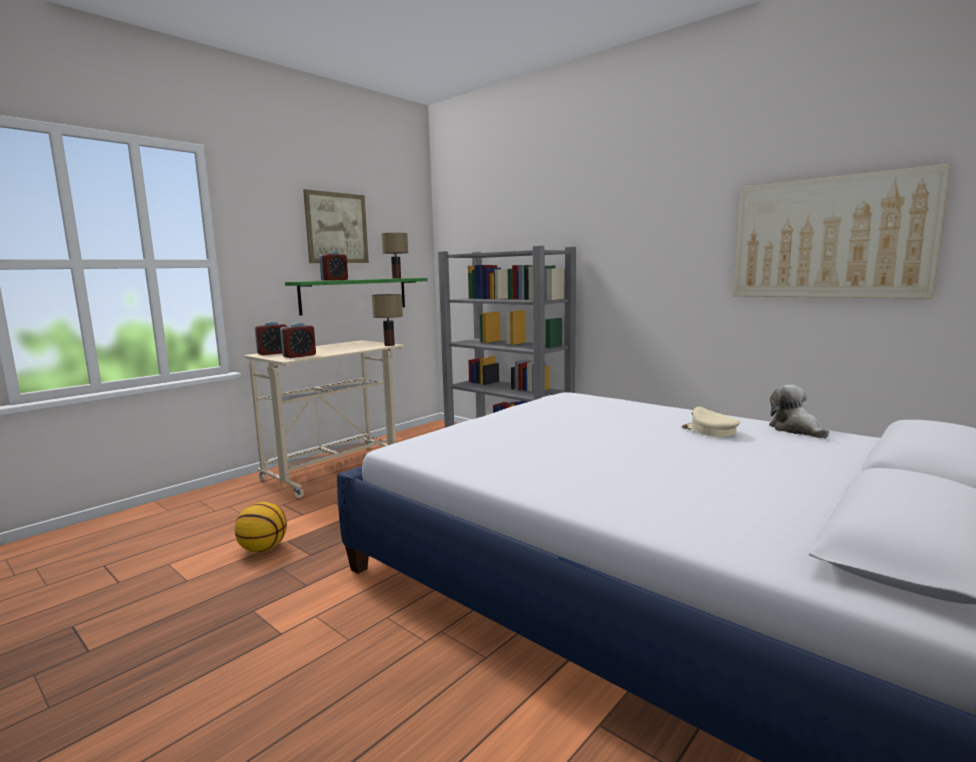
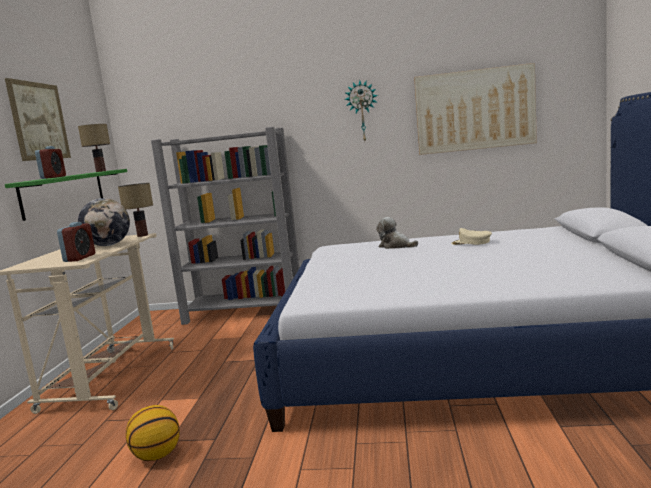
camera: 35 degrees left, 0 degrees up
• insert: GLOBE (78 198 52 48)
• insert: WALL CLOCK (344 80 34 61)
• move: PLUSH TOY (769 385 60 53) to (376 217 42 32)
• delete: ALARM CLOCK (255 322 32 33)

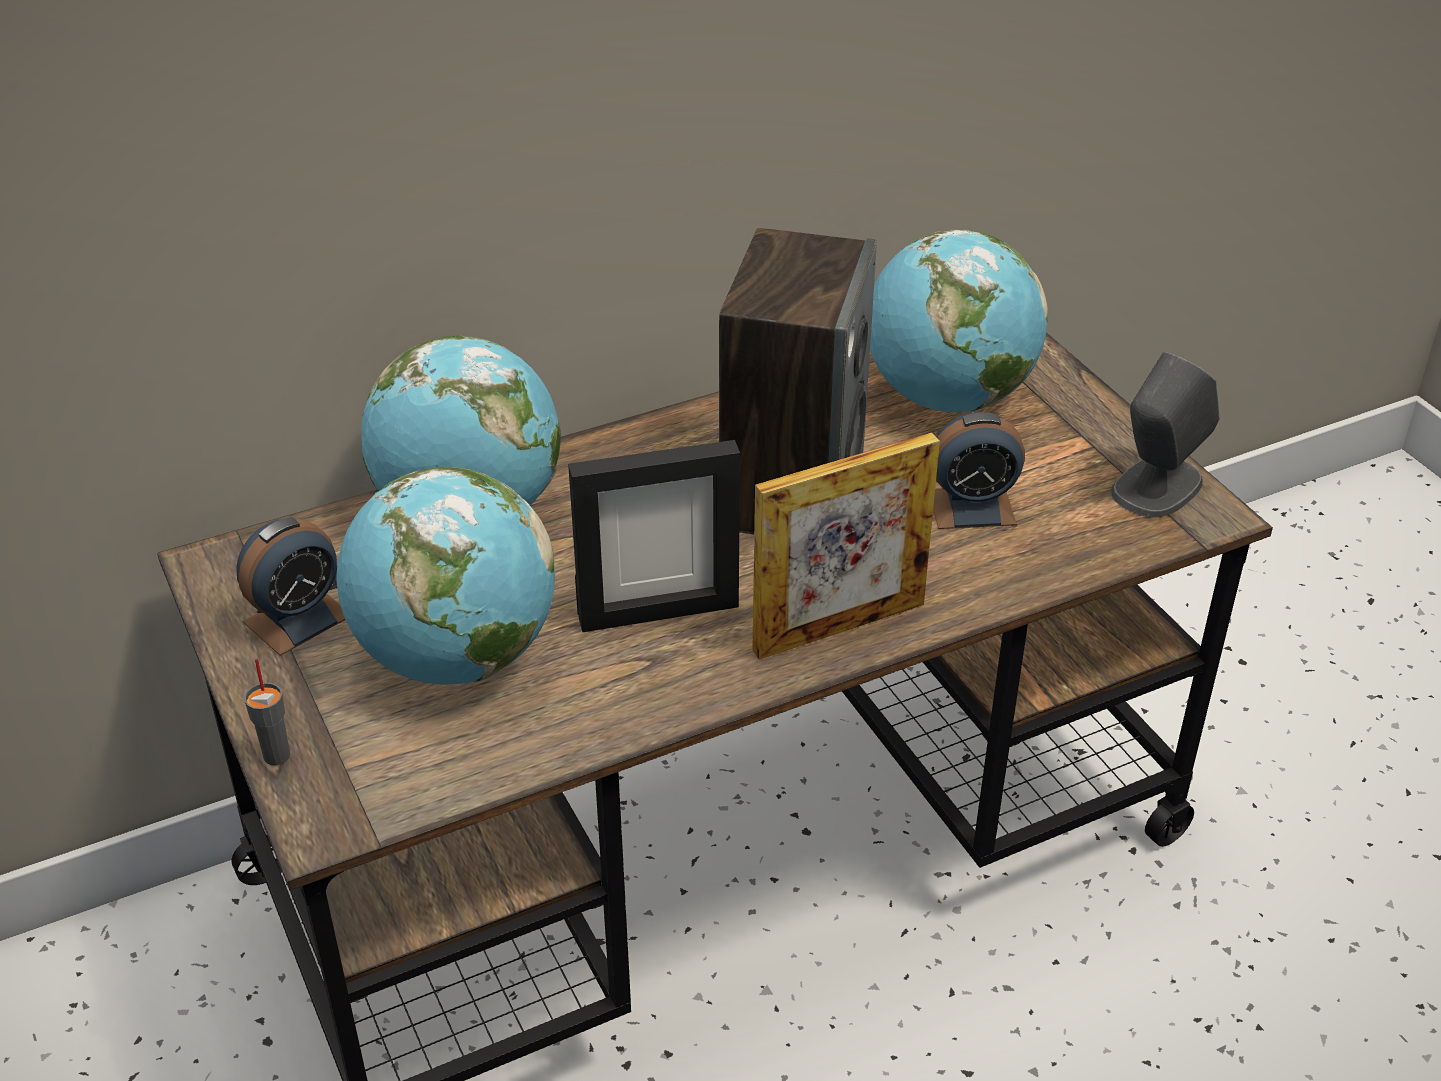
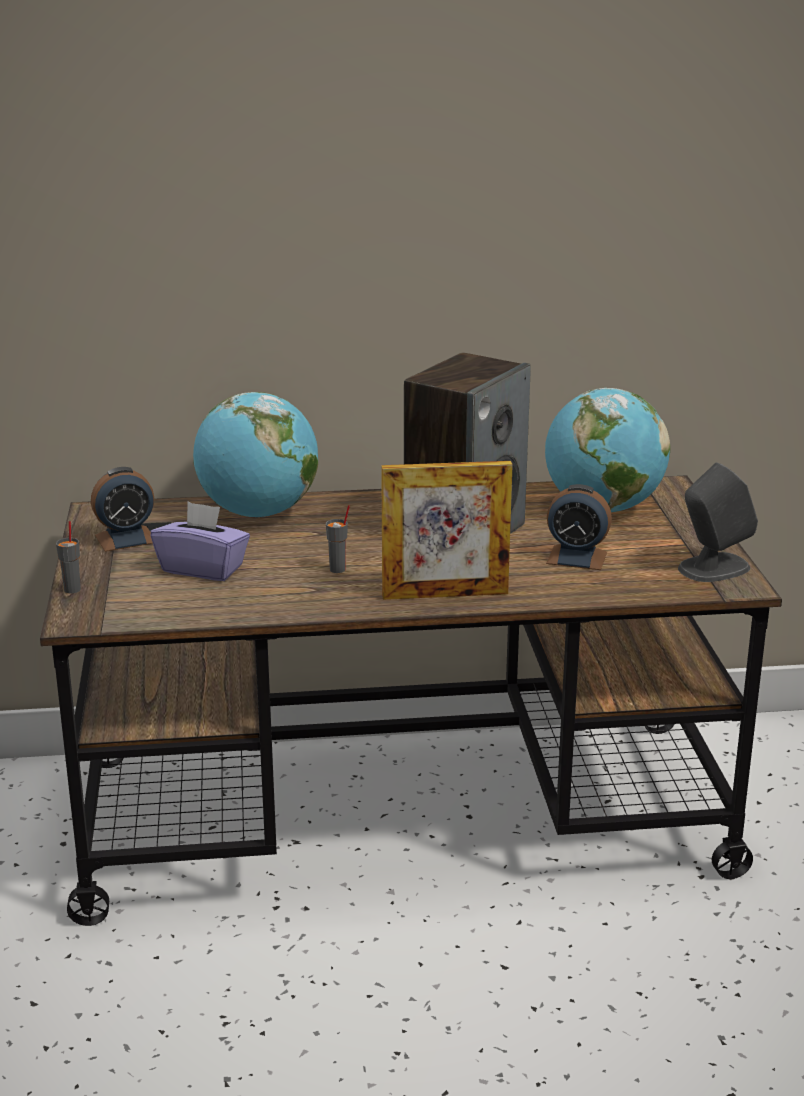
camera: 20 degrees right, 15 degrees down
• replace: GLOBE (336 467 219 218) to PURPLE TISSUE BOX (151 502 99 79)
• replace: PICTURE FRAME (568 440 172 192) to GREY CUP (326 505 24 68)

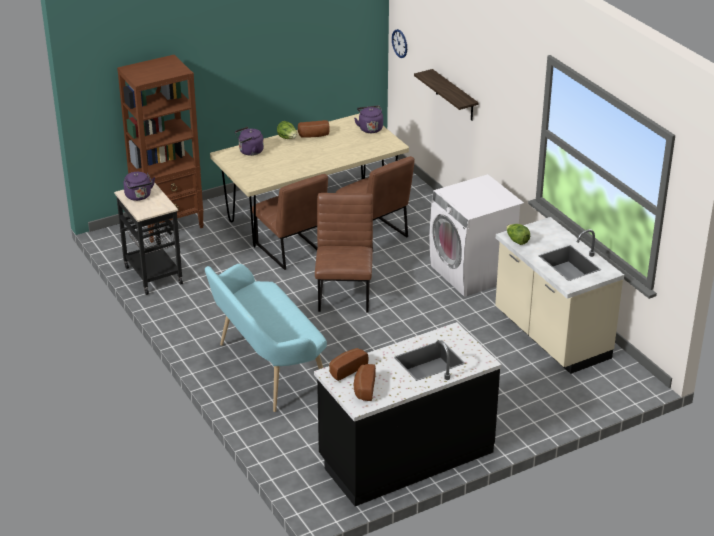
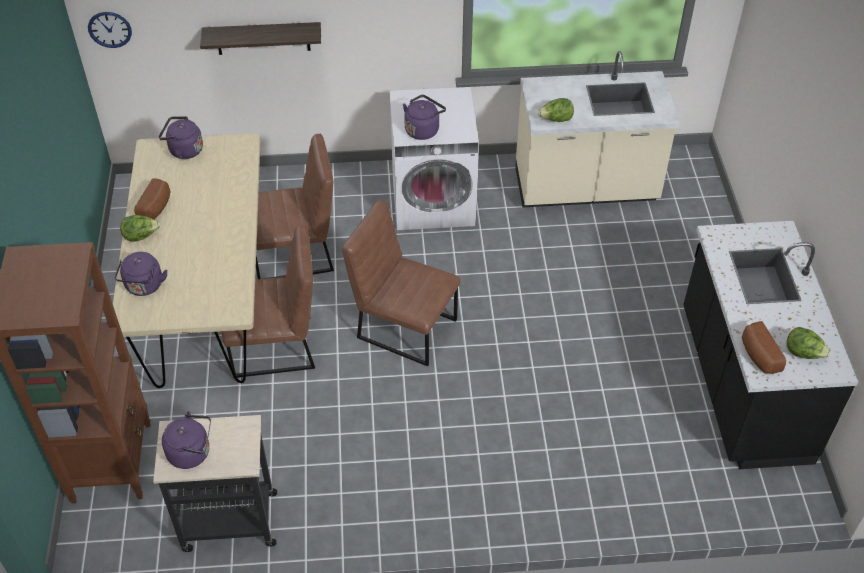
camera: 65 degrees left, 15 degrees up
• insert: PURPLE KETTLE (403 95 43 45)
• replace: BREAD (353 364 23 37) to LETTUCE (786 327 45 32)
• delete: TURQUOISE BENCH (205 264 122 148)

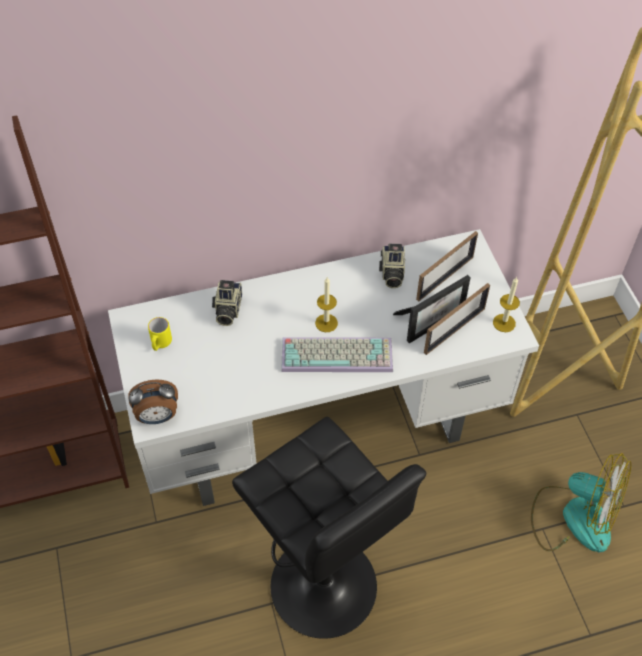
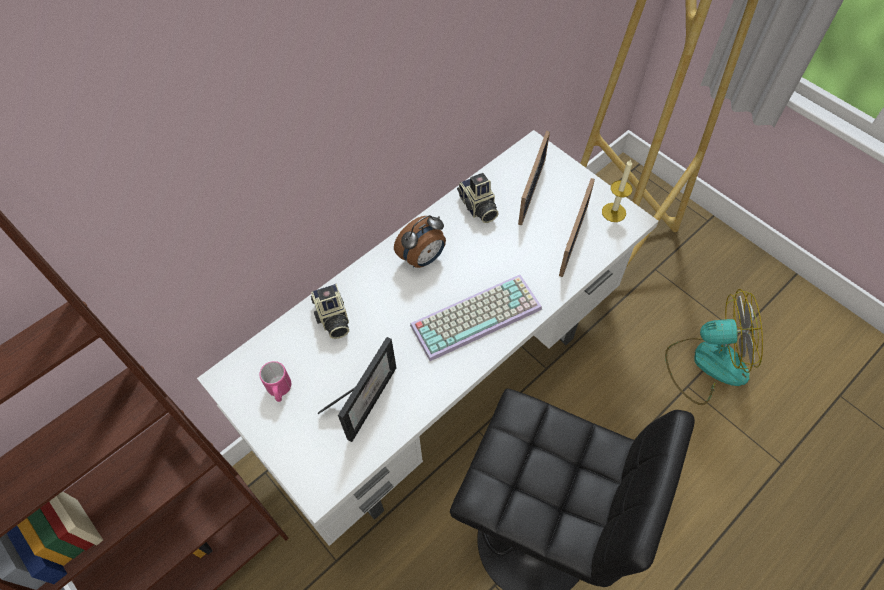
camera: 25 degrees left, 5 degrees up
• recolor: YELLOW MUG (148 317 24 34) to PINK MUG (259 361 32 41)
• move: PICTURE FRAME (393 275 78 69) to (318 337 78 105)
• move: ALARM CLOCK (128 380 50 44) to (394 215 52 53)
• delete: CANDLE (315 277 23 55)

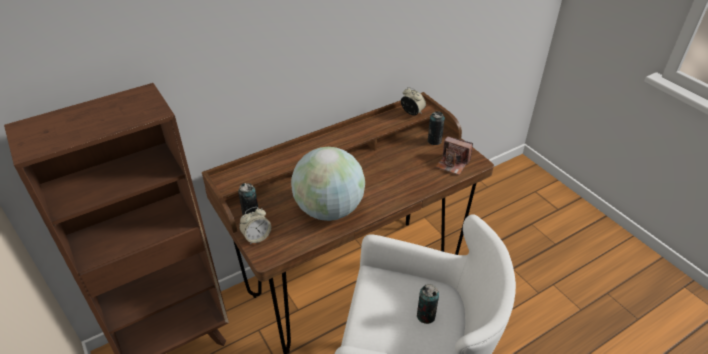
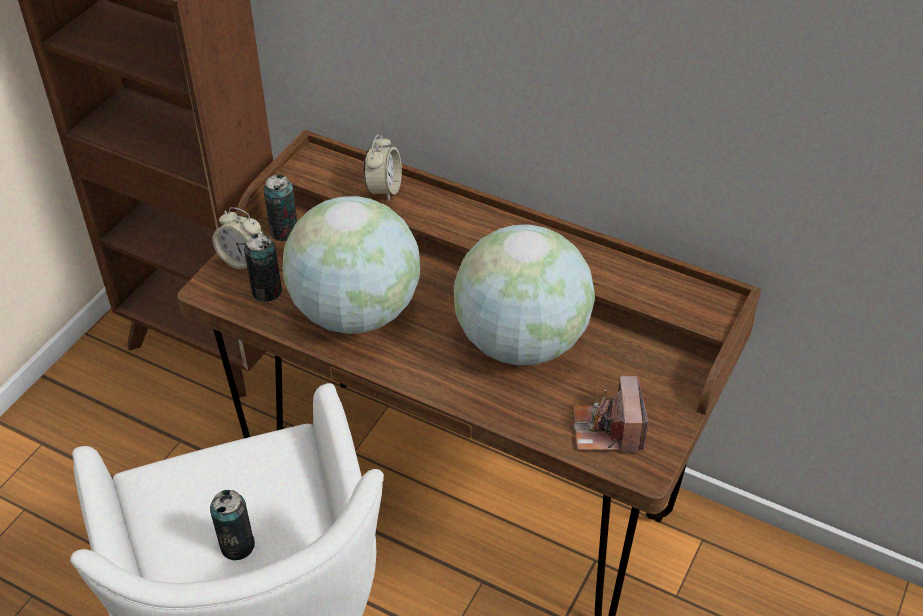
camera: 60 degrees right, 5 degrees up
• move: CAN (428 111 17 34) to (244 233 38 69)
• move: ALARM CLOCK (401 87 25 29) to (364 134 38 67)
• insert: GLOBE (454 225 141 140)

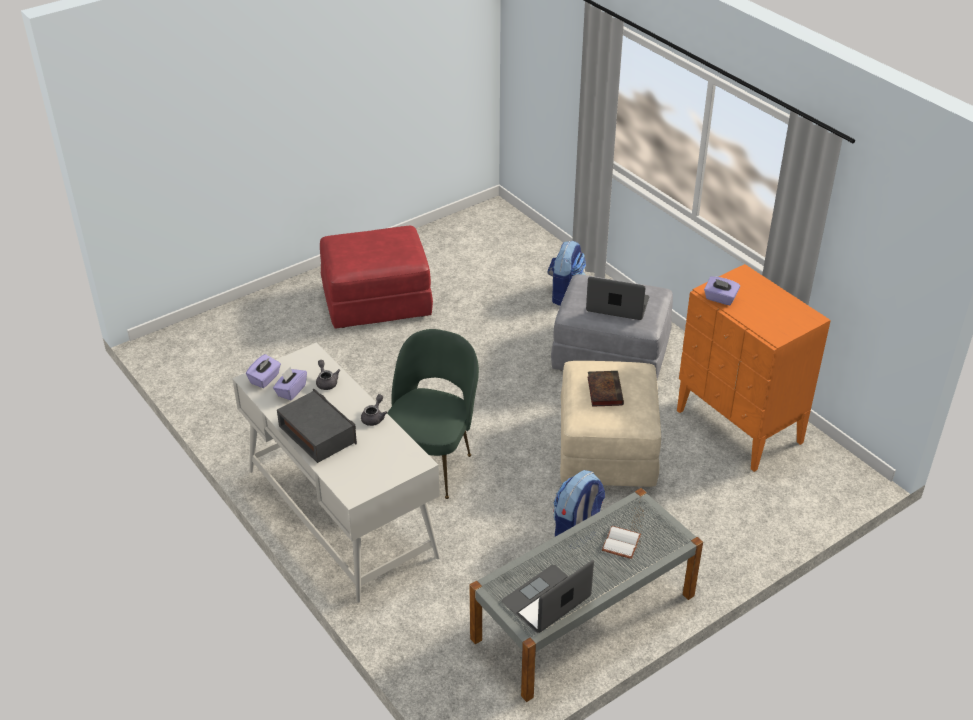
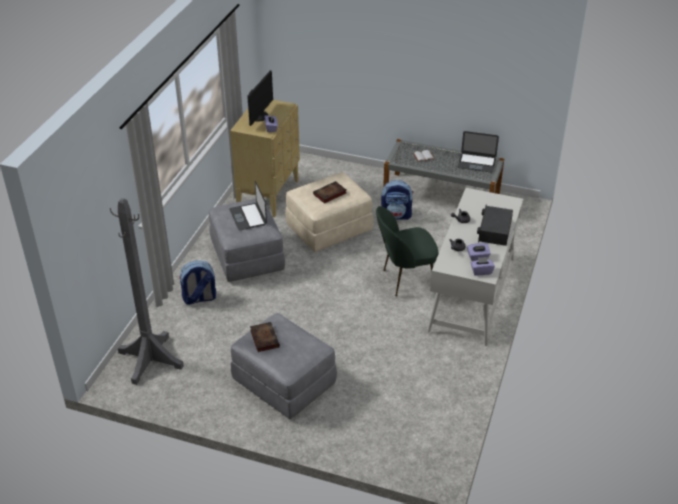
camera: 125 degrees left, 0 degrees up
• insert: GREY CLOTHES RACK (110 198 74 187)
• recolor: ORANGE DRESSER (677 264 154 208) to BEIGE DRESSER (230 100 70 117)
• recolor: RED OTTOMAN (320 226 113 103) to GREY OTTOMAN (231 313 106 106)
• insert: MONITOR (247 70 26 56)
• insert: BOOK (250 322 30 30)

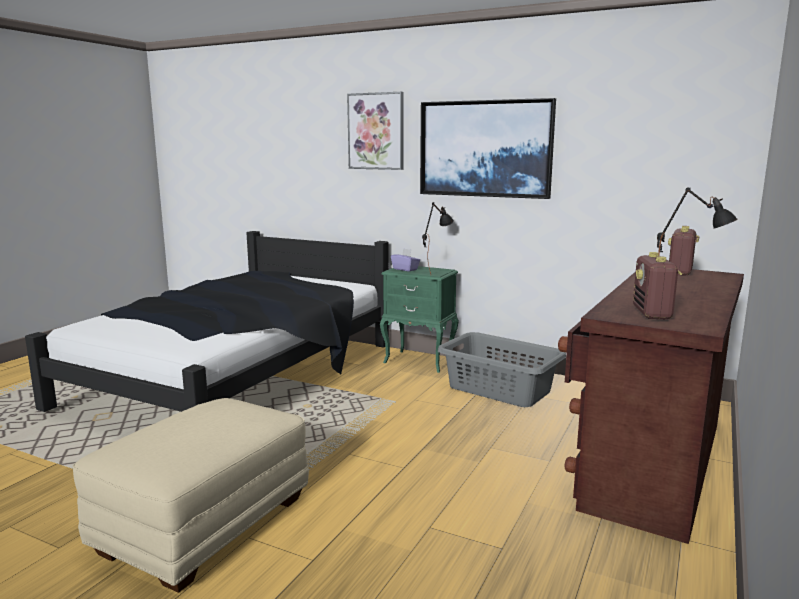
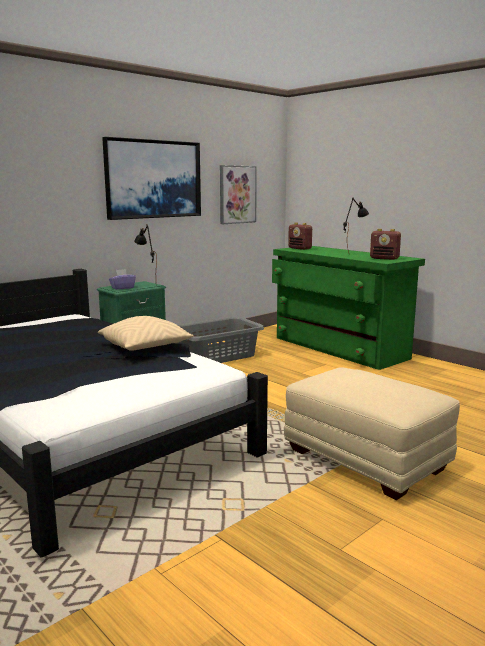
camera: 70 degrees left, 0 degrees up
• insert: BEIGE PILLOW (98 316 96 35)
• move: PICTURE (347 92 57 78) to (220 165 37 59)
• recolor: BROWN DRESSER (558 269 186 275) to GREEN DRESSER (272 246 153 124)

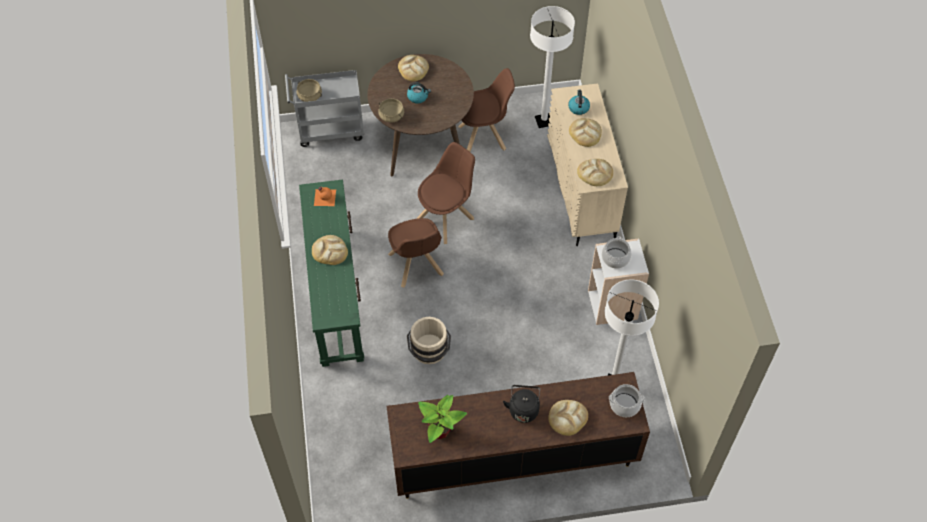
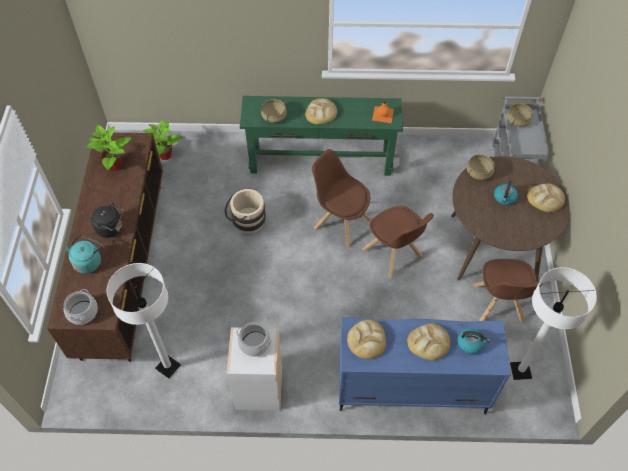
camera: 100 degrees right, 0 degrees up
• replace: BREAD (549 400 39 36) to TURQUOISE KETTLE (65 235 37 39)
• insert: POTTED PLANT (143 120 40 40)
• insert: BEIGE COOKING POT (261 98 26 25)
• rotate: BROWN CHAIR (388 218 56 70) = (312 149 60 99) 45 degrees clockwise
• recolor: BEIGE DRESSER (547 83 81 163) to BLUE DRESSER (339 317 172 97)

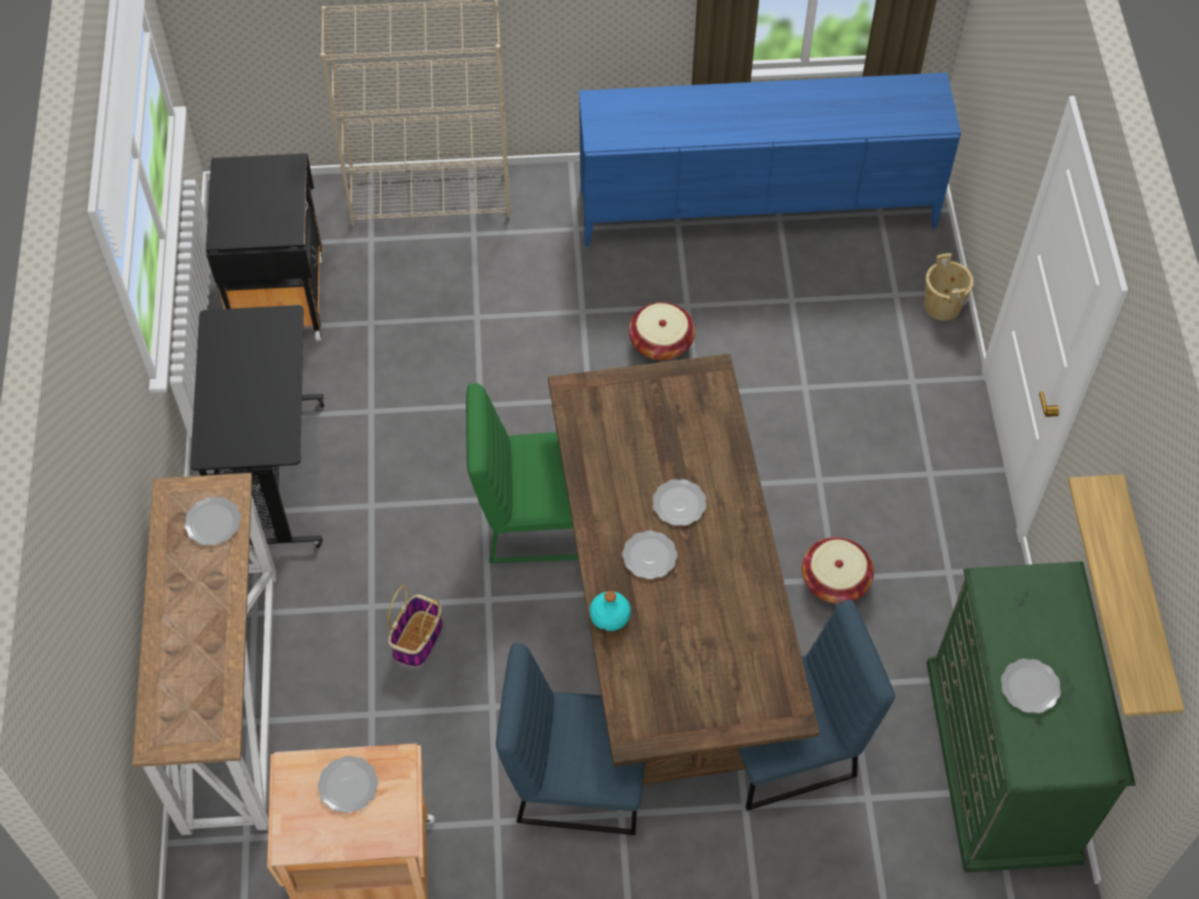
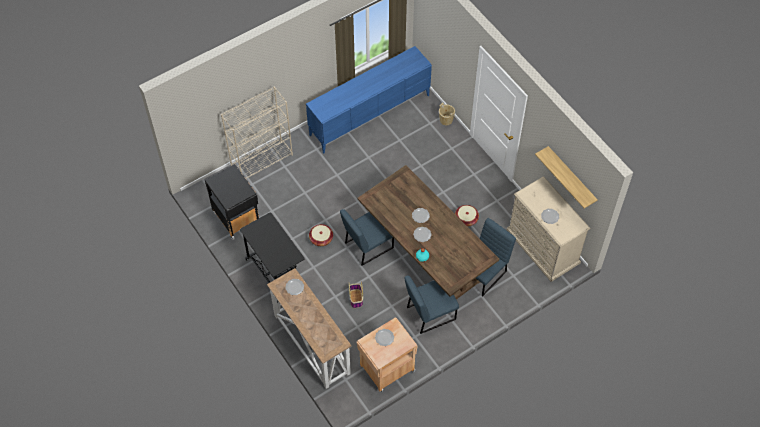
camera: 30 degrees left, 0 degrees up
• move: BASKET (629 302 66 59) to (309 224 24 22)
• recolor: GREEN CHAIR (466 383 112 180) to BLUE CHAIR (340 209 54 57)
• recolor: GREEN DRESSER (927 561 209 312) to BEIGE DRESSER (507 176 84 106)

